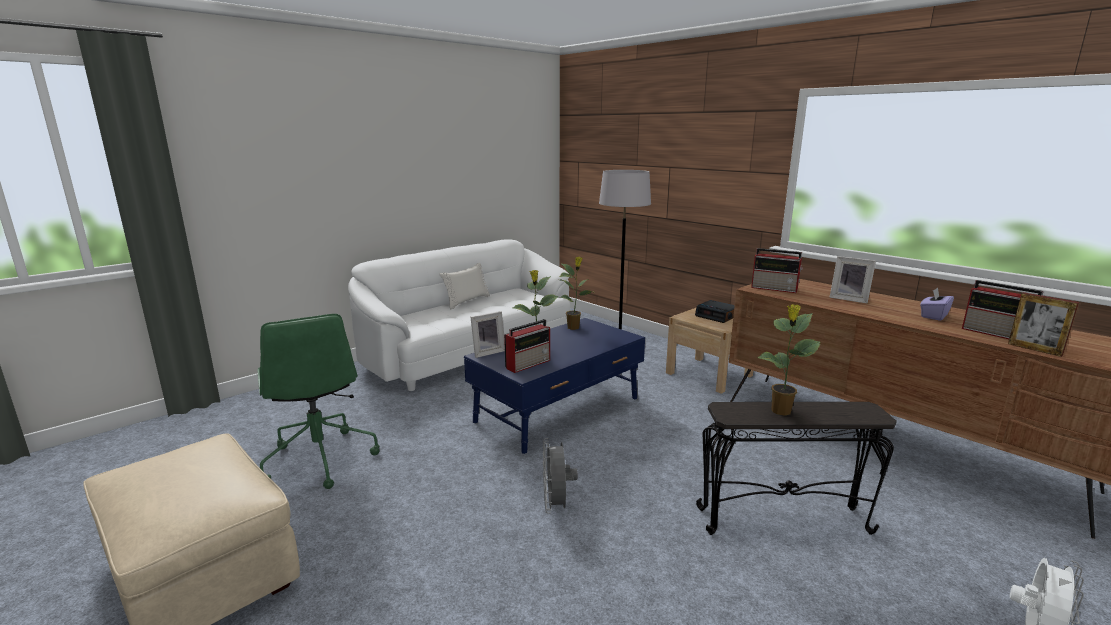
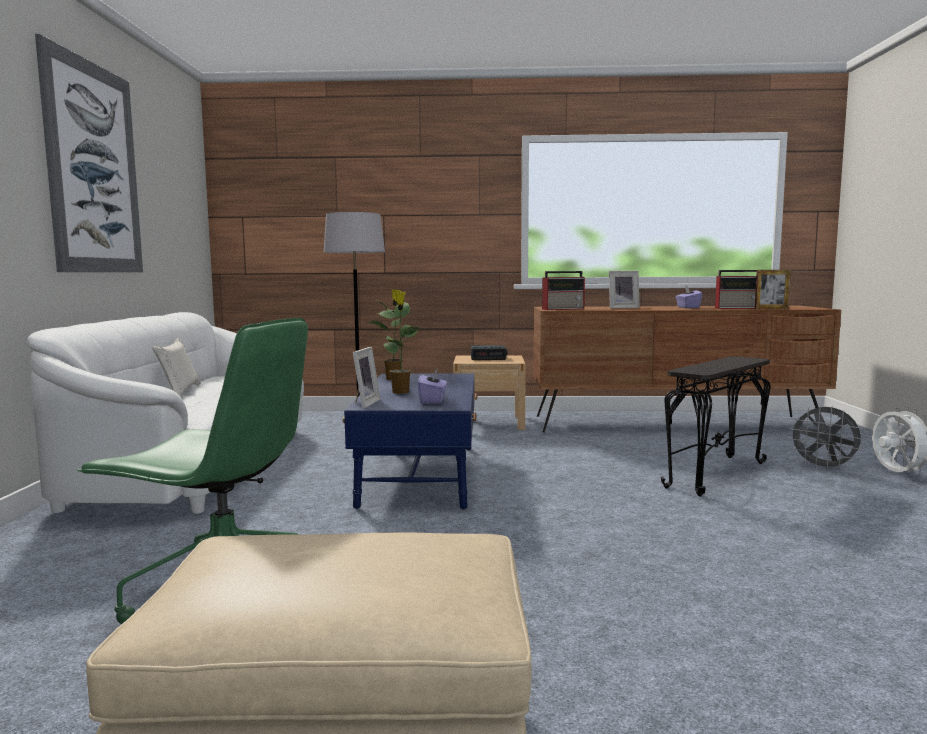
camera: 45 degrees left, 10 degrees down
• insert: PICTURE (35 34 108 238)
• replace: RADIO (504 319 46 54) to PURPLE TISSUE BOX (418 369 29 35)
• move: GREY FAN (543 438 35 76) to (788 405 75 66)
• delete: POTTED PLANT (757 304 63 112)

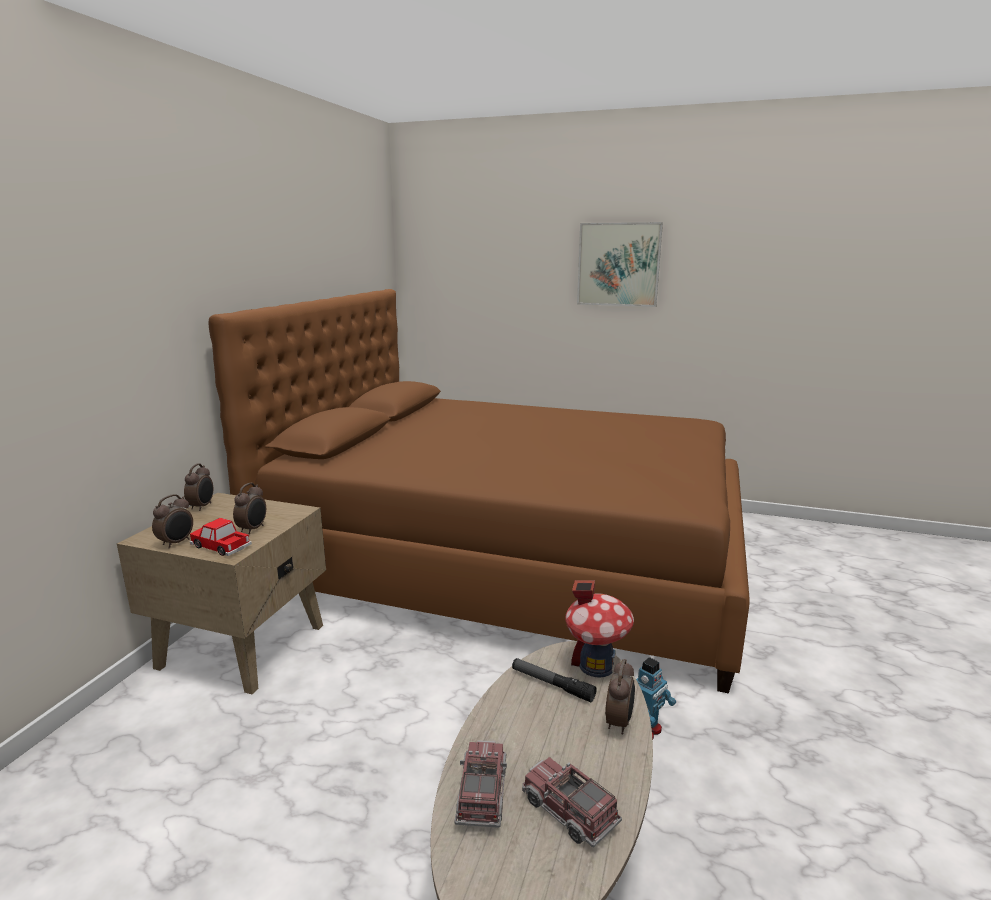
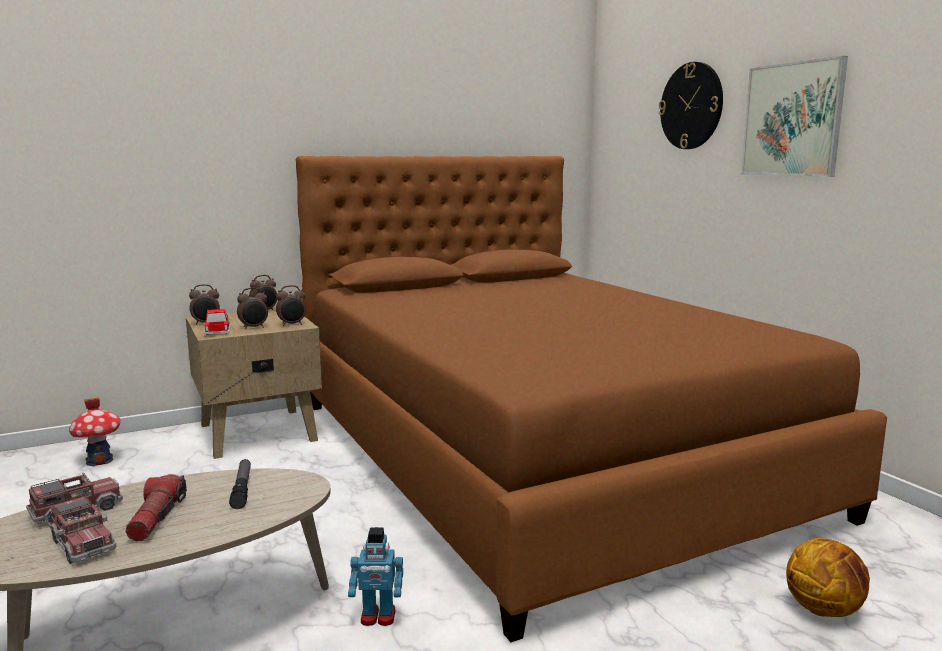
camera: 45 degrees right, 5 degrees down
• rotate: TOY TRUCK (522 757 100 90) = (48 494 69 70) 135 degrees clockwise
• move: TOY HOUSE (565 580 69 97) to (69 397 52 69)
• insert: FLASHLIGHT (125 474 62 67)
• move: ALARM CLOCK (605 659 30 76) to (276 285 30 41)
• insert: WALL CLOCK (659 62 64 87)
• insert: BASKETBALL (786 538 84 79)

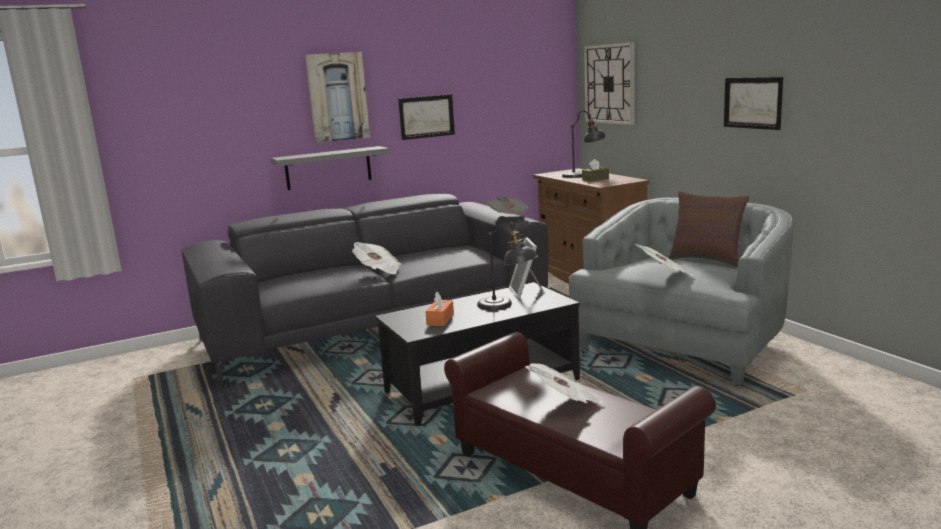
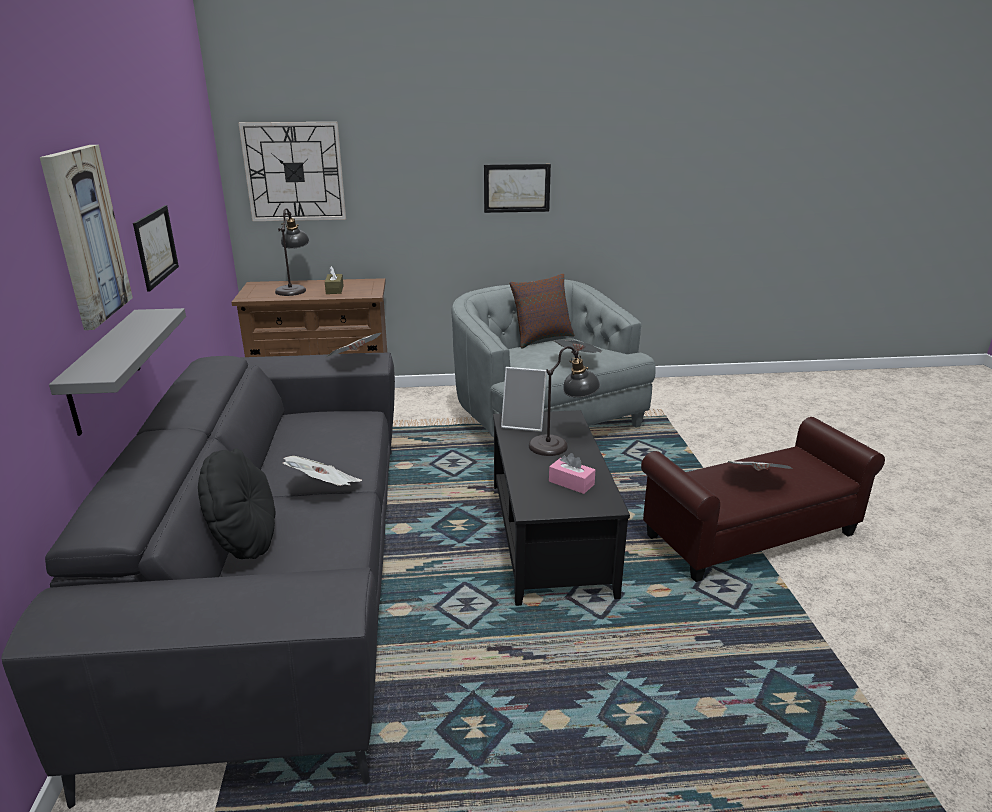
camera: 70 degrees left, 10 degrees up
• insert: BLACK PILLOW (198 448 78 111)
• recolor: ORANGE TISSUE BOX (425 292 29 34) to PINK TISSUE BOX (549 453 46 41)

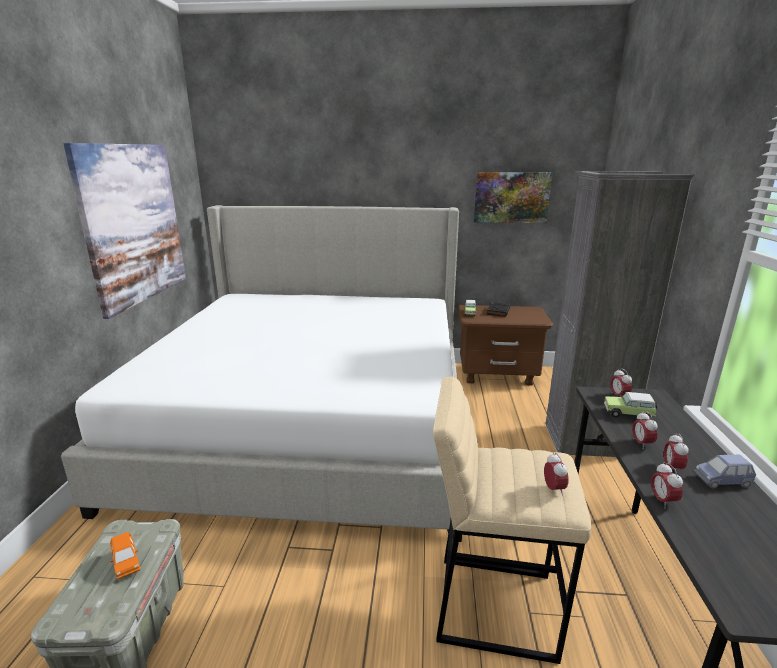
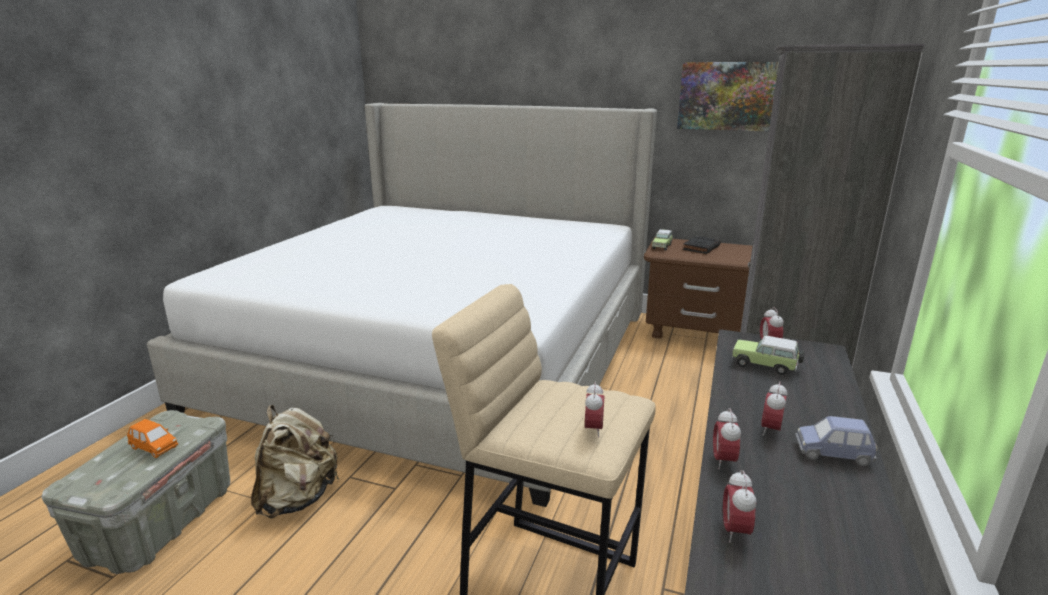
camera: 15 degrees right, 0 degrees up
• rotate: ORANGE TOY CAR (110 532 30 48) = (127 419 51 39) 45 degrees counterclockwise
• insert: BEIGE BACKPACK (251 405 88 113)
• move: ALARM CLOCK (632 411 26 37) to (723 470 33 73)
• delete: PICTURE (63 143 123 176)

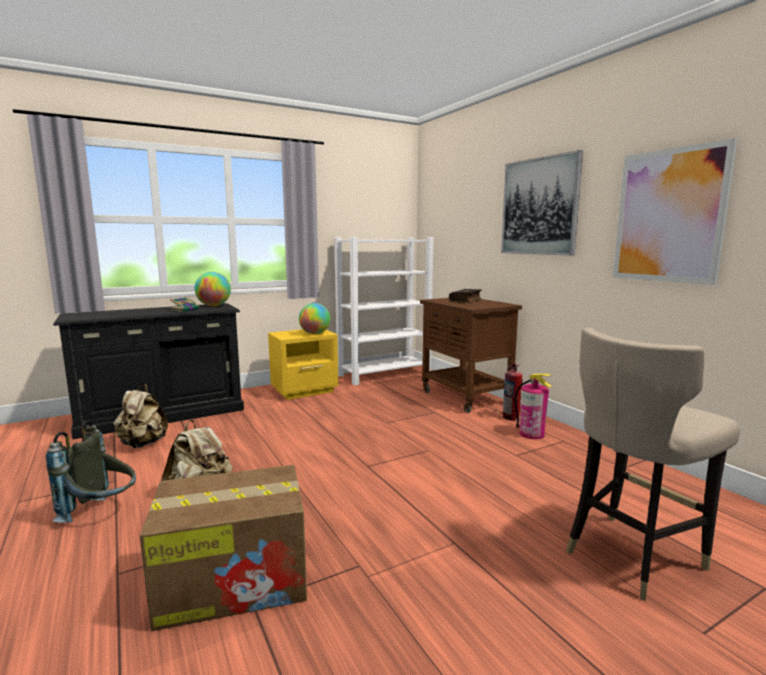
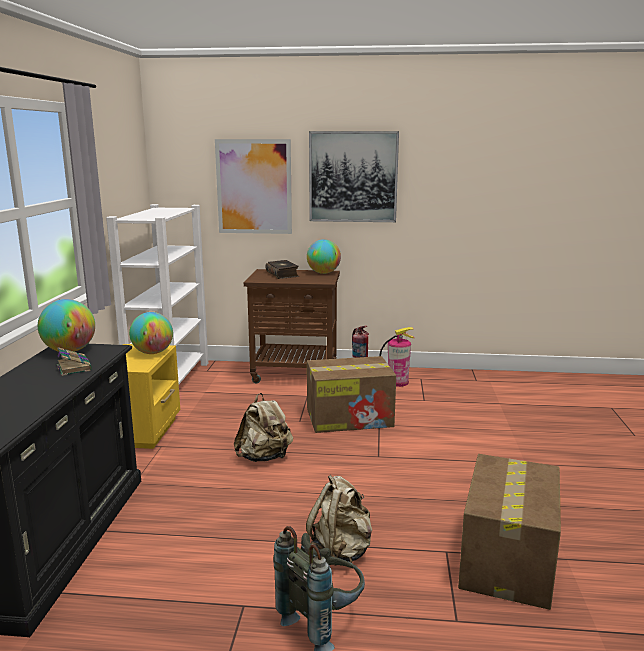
camera: 55 degrees left, 5 degrees up
• move: PICTURE (613 138 125 147) to (215 139 77 95)
• move: BEIGE BACKPACK (113 384 55 64) to (234 393 59 69)
• insert: GLOBE (307 239 34 35)
• insert: CARDBOARD BOX (307 356 89 77)
• delete: BEIGE STOOL (566 328 174 273)

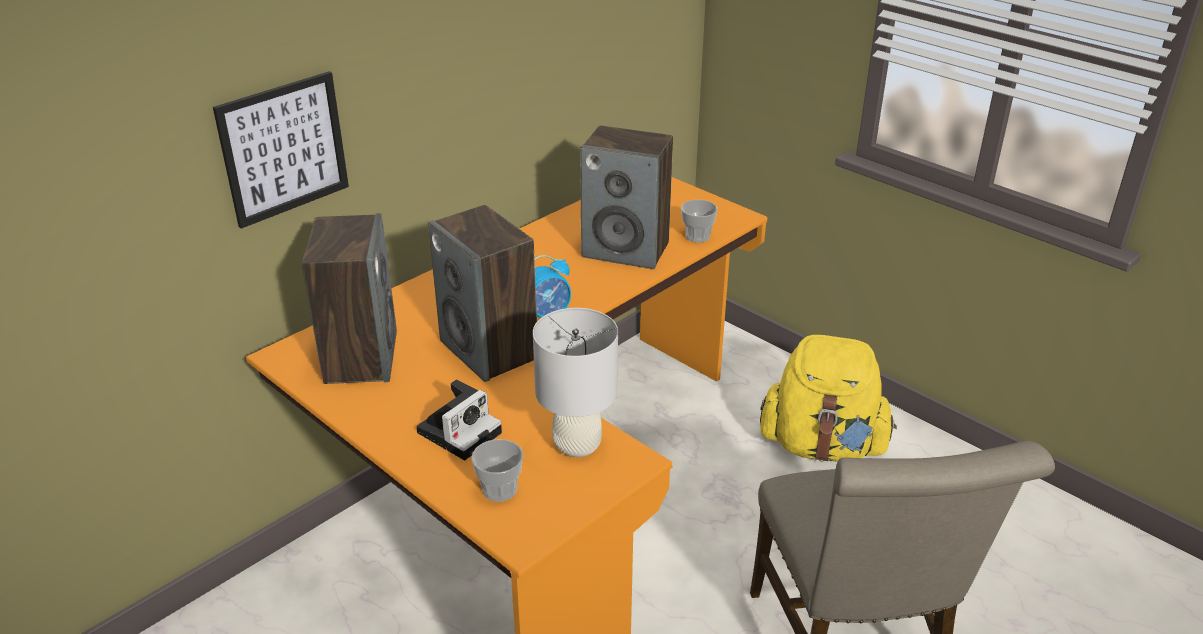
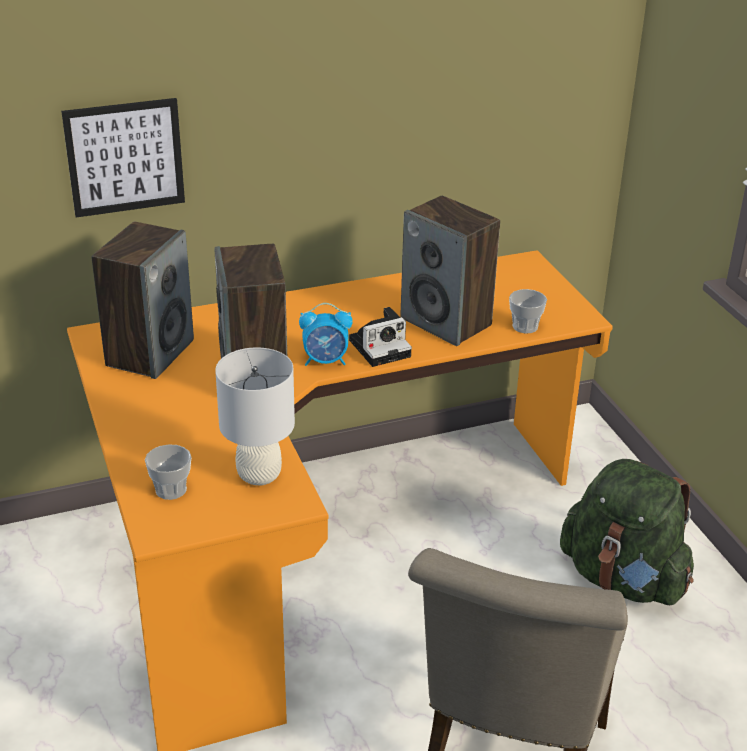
camera: 25 degrees right, 0 degrees up
• move: PHOTO CAMERA (417 379 85 81) to (349 307 63 60)
• recolor: YELLOW BACKPACK (760 335 137 127) to GREEN BACKPACK (560 459 134 146)

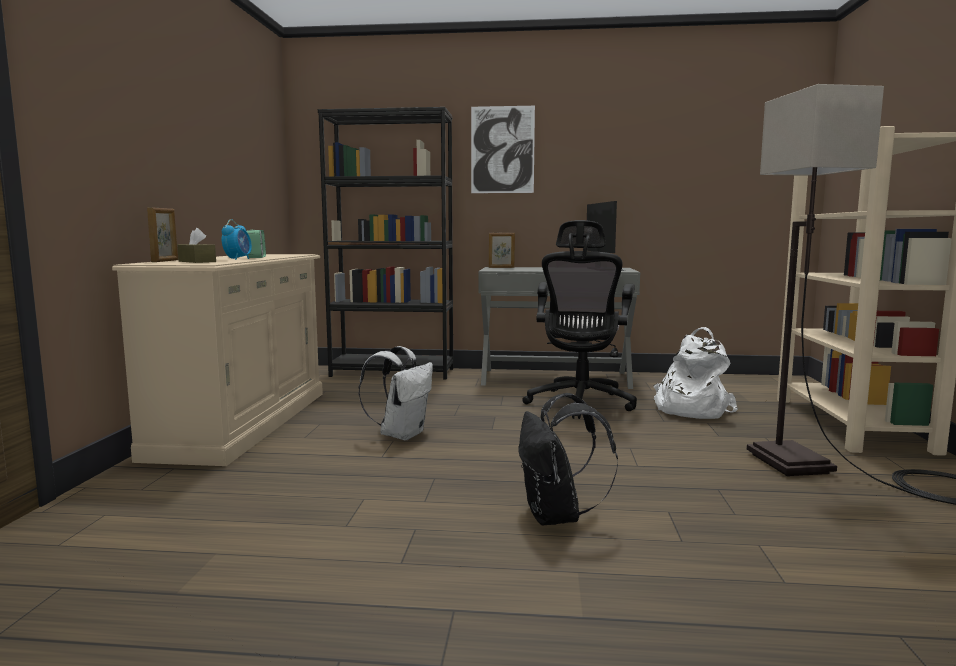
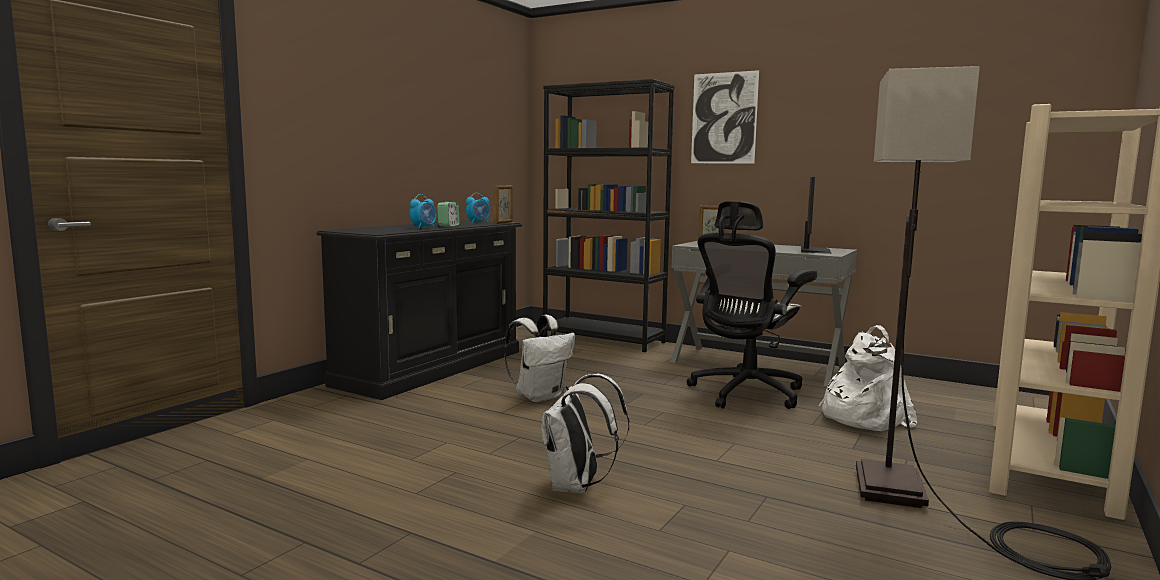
camera: 25 degrees right, 0 degrees up
• recolor: BEIGE CABINET (112 254 211 212) to BLACK CABINET (317 220 205 180)
• insert: ALARM CLOCK (466 193 24 30)
• move: PICTURE FRAME (147 207 31 55) to (493 185 20 39)
• recolor: BLACK BACKPACK (518 393 100 133) to WHITE BACKPACK (541 374 88 120)
• delete: BROWN TISSUE BOX (177 228 39 35)

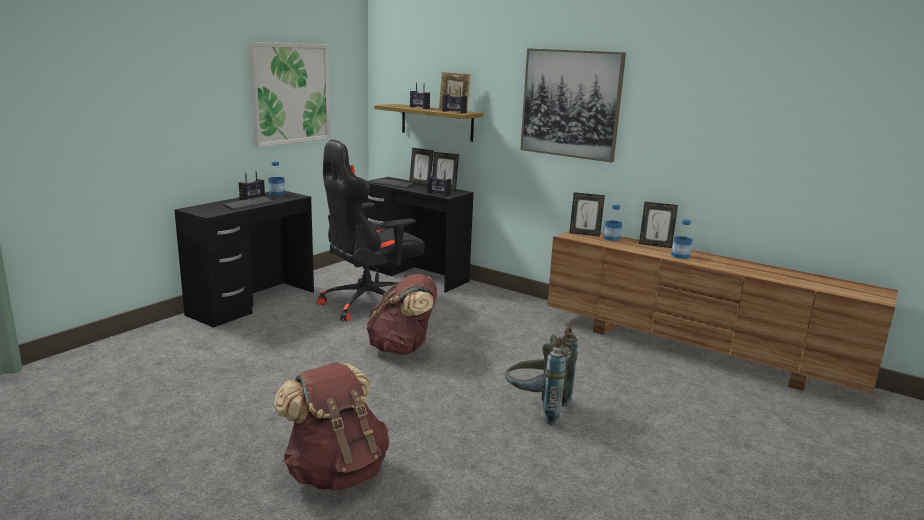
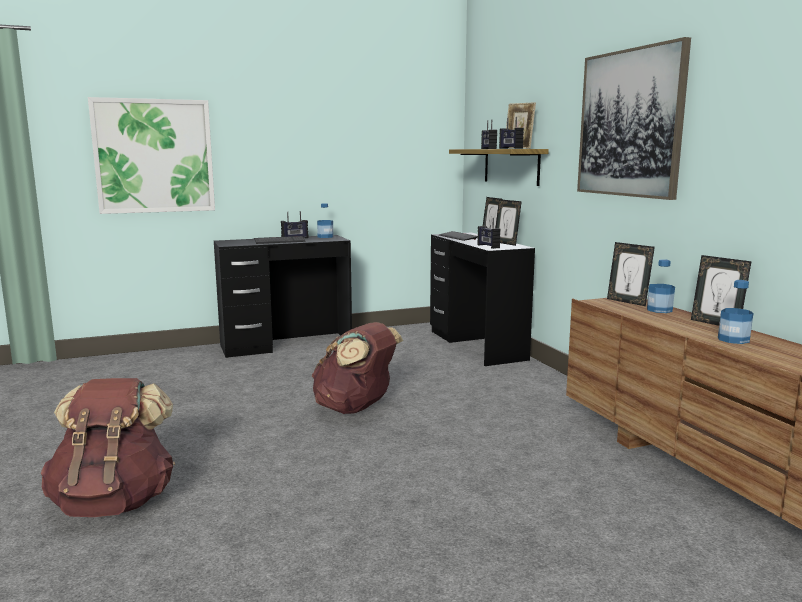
camera: 35 degrees right, 5 degrees down
• move: PICTURE (249 42 81 105) to (88 97 127 117)
• delete: BLACK OFFICE CHAIR (317 139 108 182)
• delete: GREY BACKPACK (505 327 73 98)

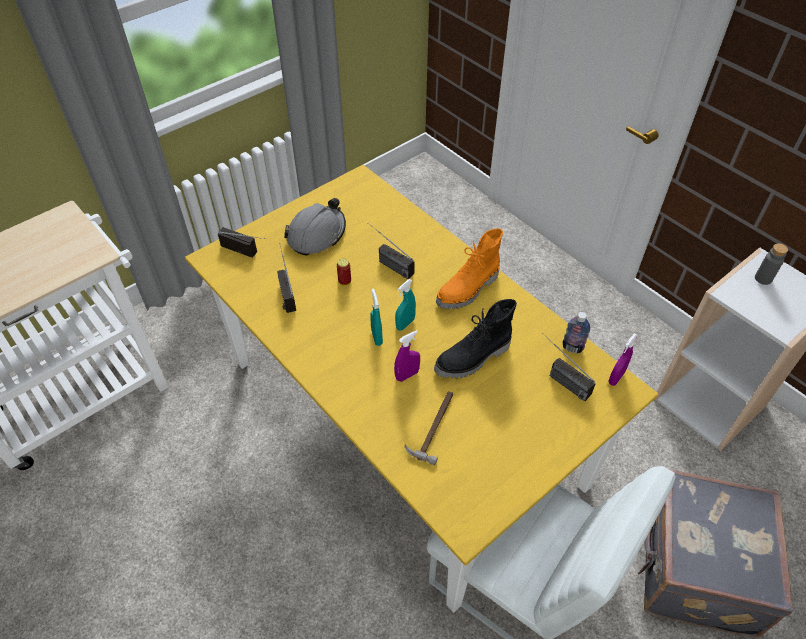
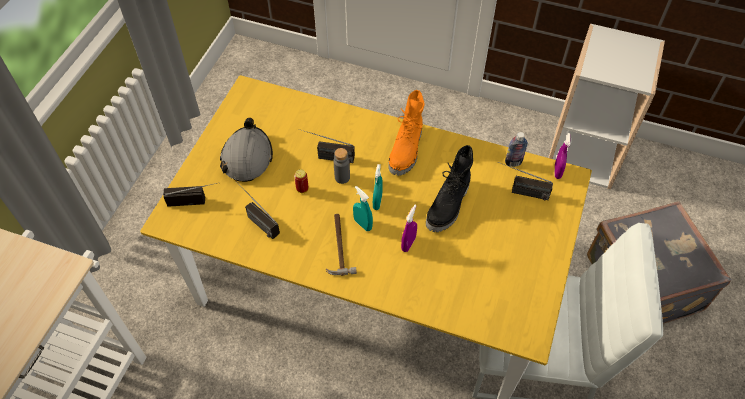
camera: 30 degrees left, 5 degrees up
• move: HAMMER (404 392 49 73) to (326 214 31 62)
• move: GREY BOTTLE (755 243 33 42) to (333 148 17 36)

